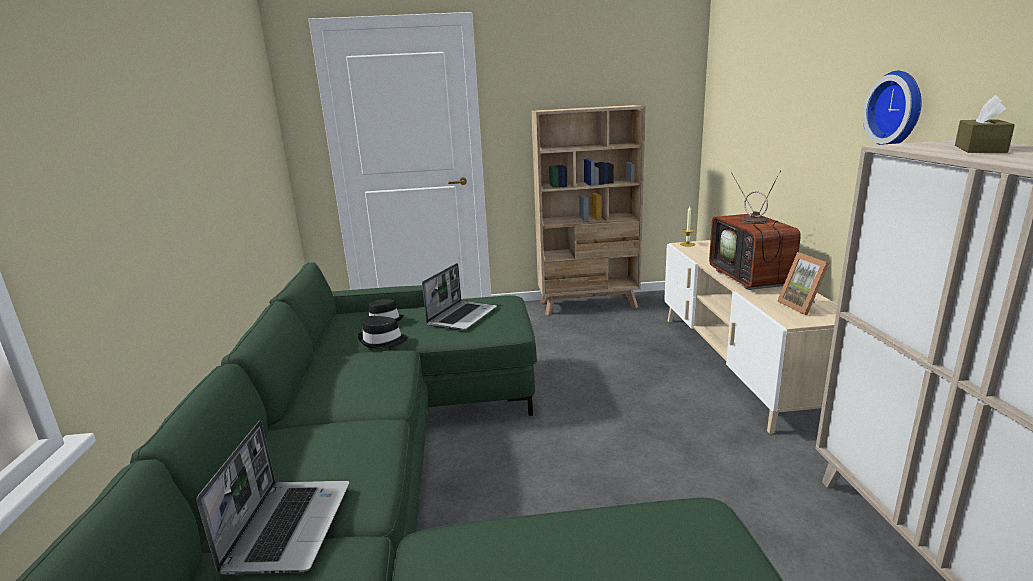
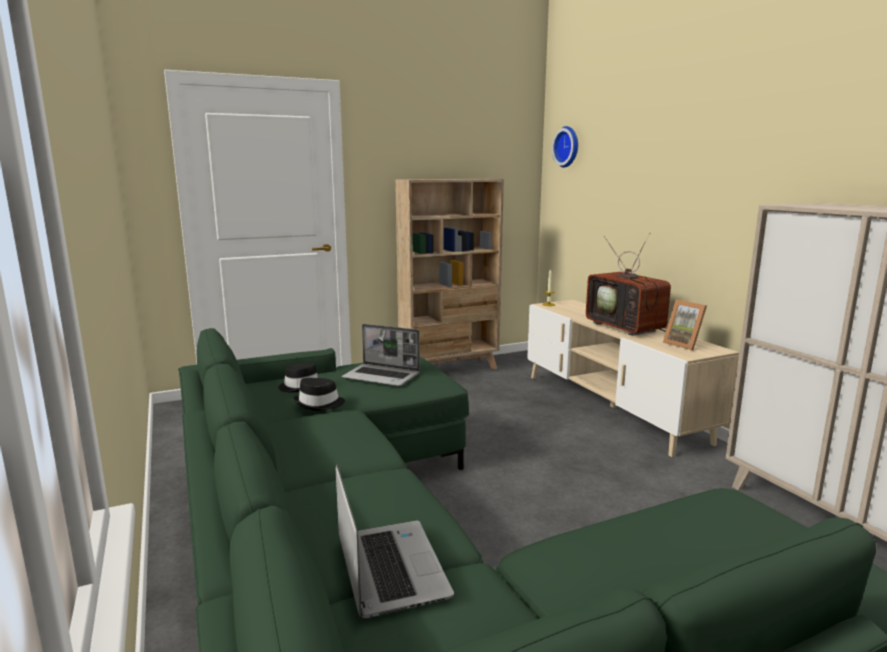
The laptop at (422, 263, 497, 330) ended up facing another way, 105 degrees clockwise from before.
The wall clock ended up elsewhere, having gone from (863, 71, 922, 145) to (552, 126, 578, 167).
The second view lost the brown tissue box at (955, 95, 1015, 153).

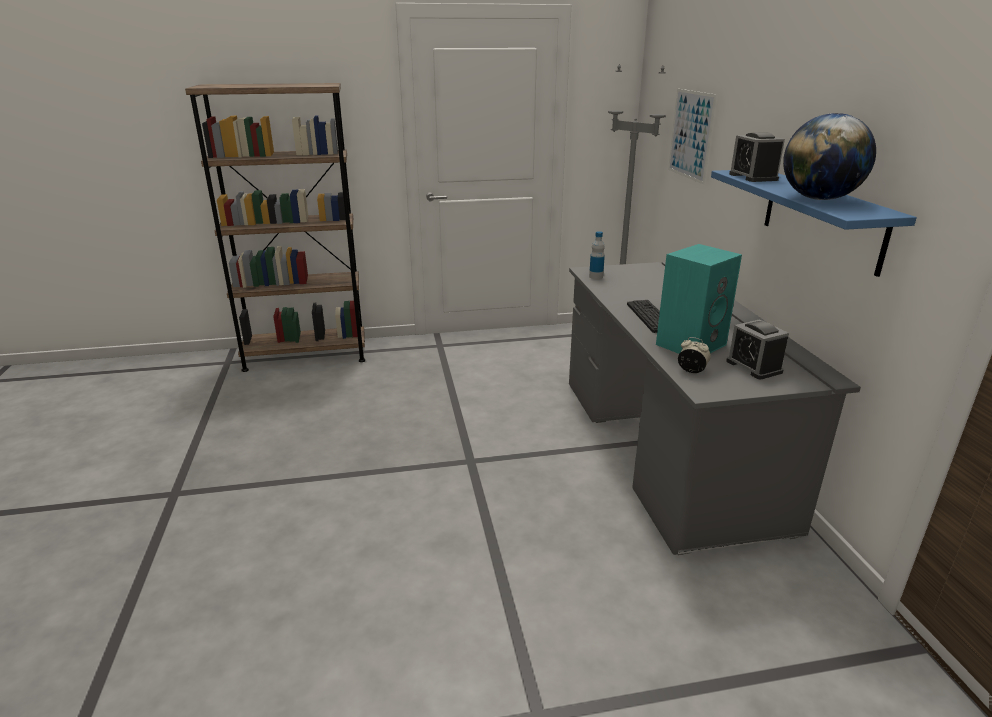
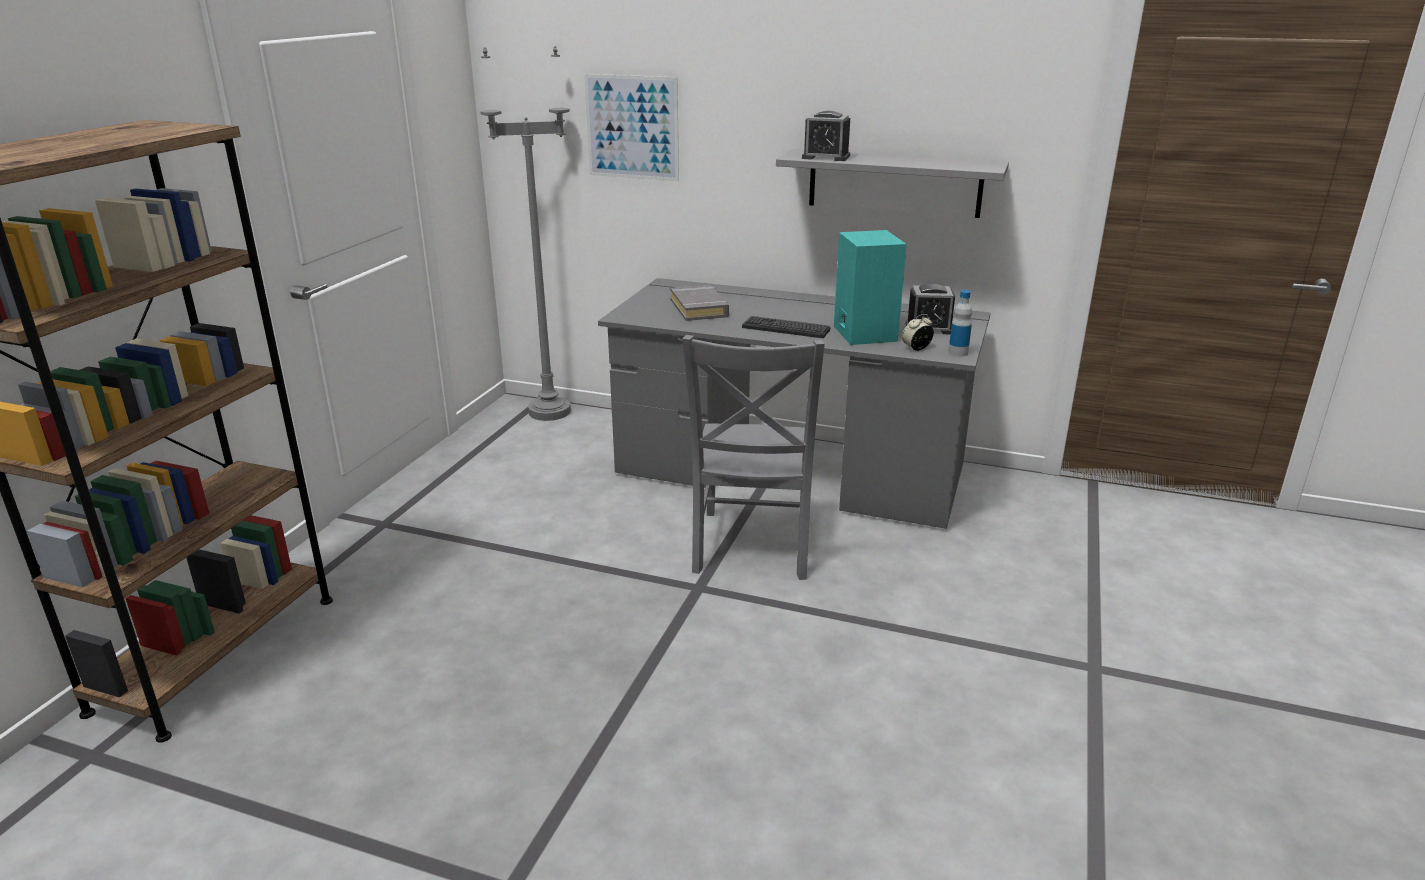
The second view gained the grey book at (670, 285, 729, 321).
The second view gained the grey chair at (682, 335, 825, 580).
What was the blue shelf at (711, 170, 917, 277) turned into the grey shelf at (776, 149, 1009, 218).
The bottle ended up elsewhere, having gone from (589, 231, 605, 279) to (948, 290, 972, 357).
The second view lost the globe at (783, 113, 876, 200).

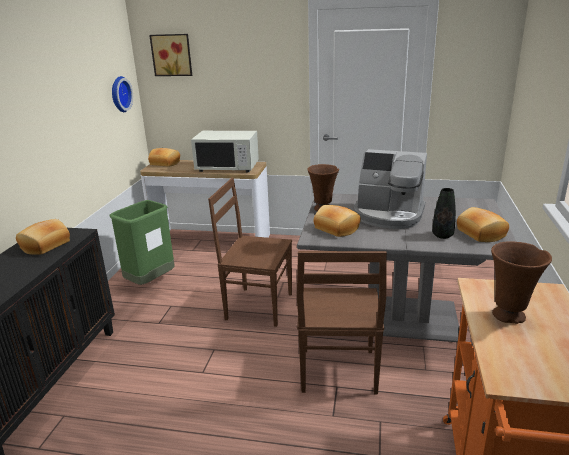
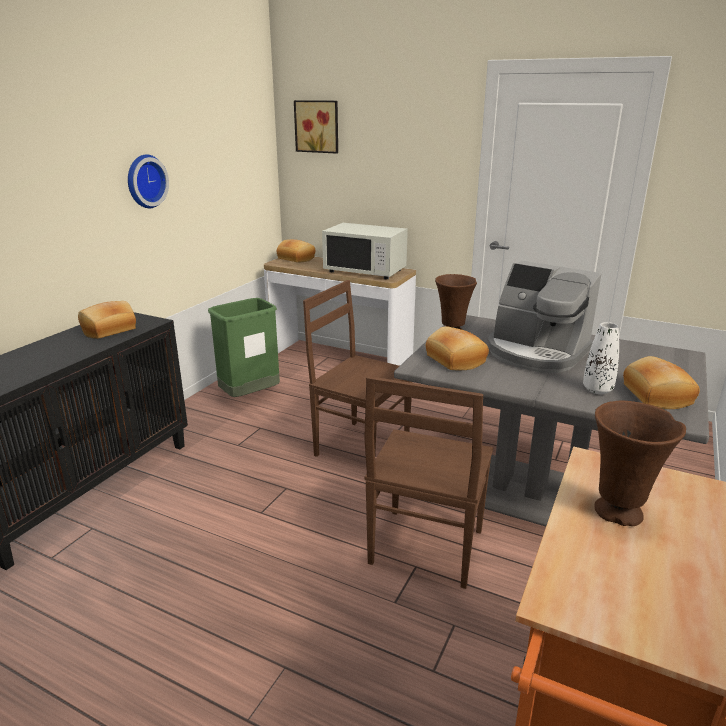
The wall clock ended up elsewhere, having gone from (112, 76, 133, 112) to (128, 155, 169, 208).
What was the black vase at (432, 188, 456, 239) turned into the white vase at (583, 322, 619, 394).

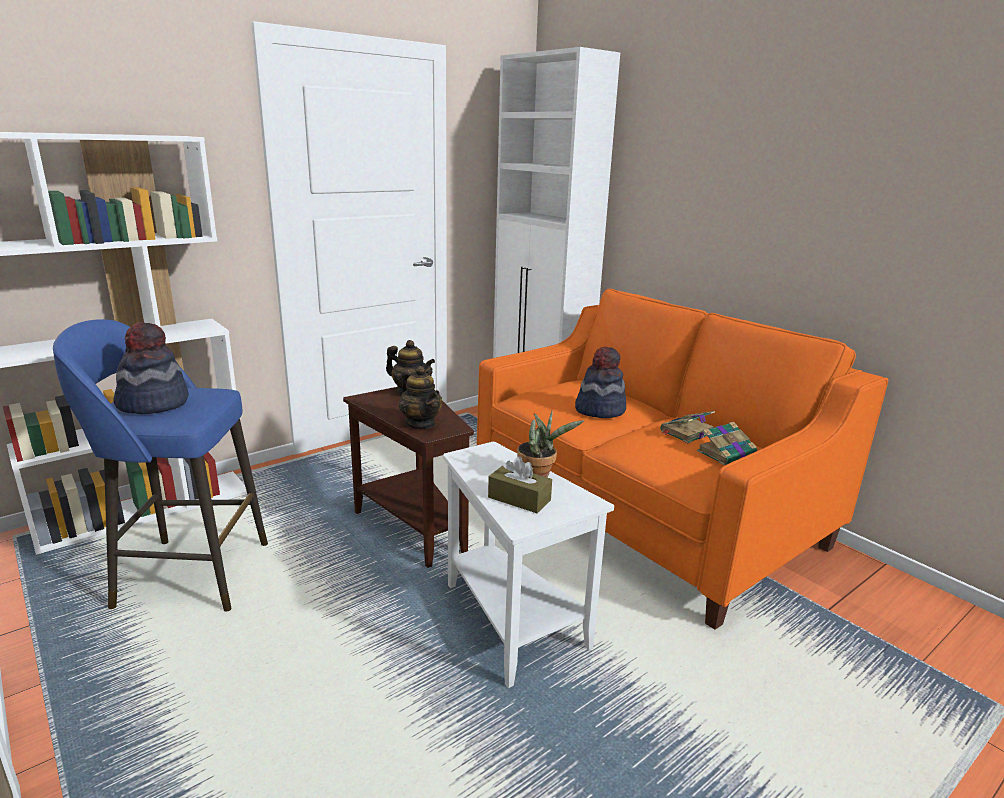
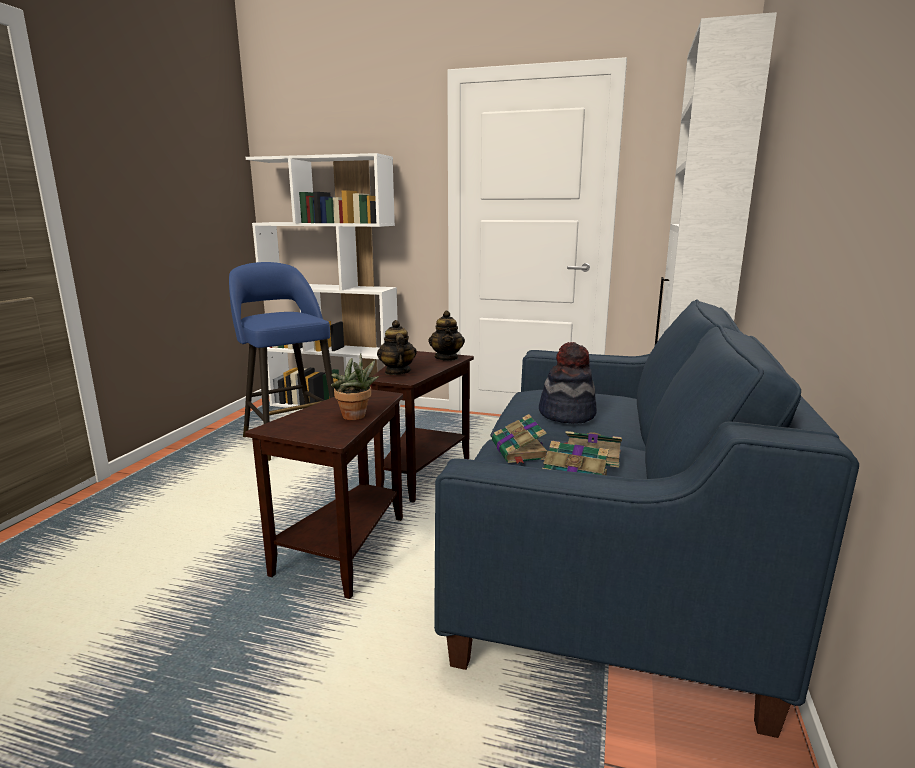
What was the white side table at (443, 442, 614, 688) turned into the brown side table at (245, 389, 403, 599).
The teapot at (399, 366, 442, 429) ended up facing another way, 150 degrees clockwise from before.
What was the orange sofa at (477, 289, 888, 630) turned into the blue sofa at (434, 300, 859, 738).
The second view gained the book at (492, 414, 547, 464).
The second view lost the hat at (114, 322, 189, 414).
The second view lost the brown tissue box at (488, 457, 552, 513).

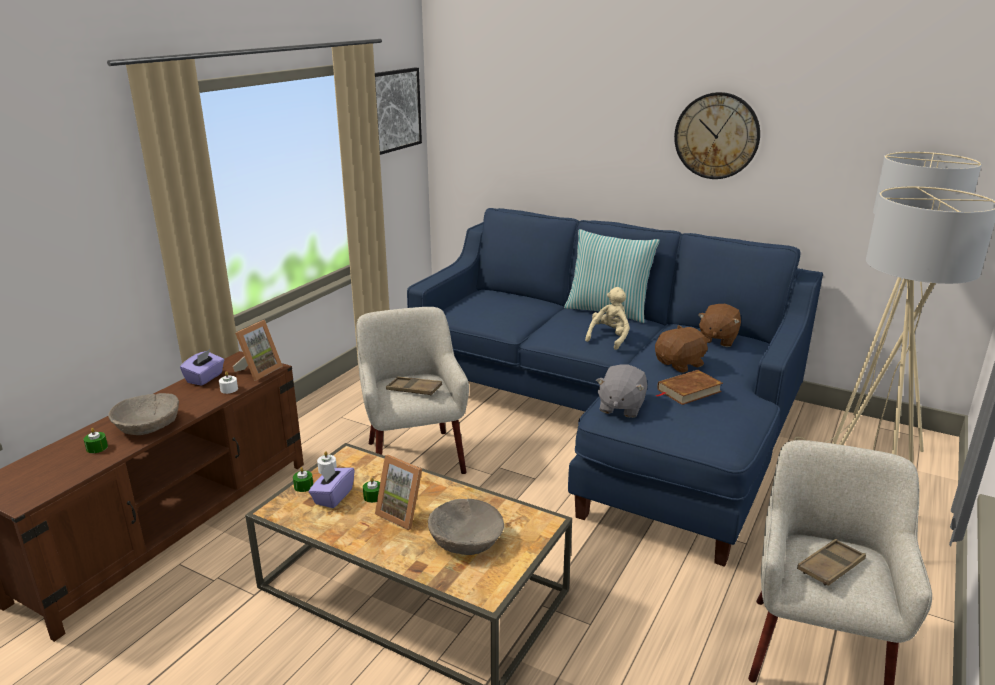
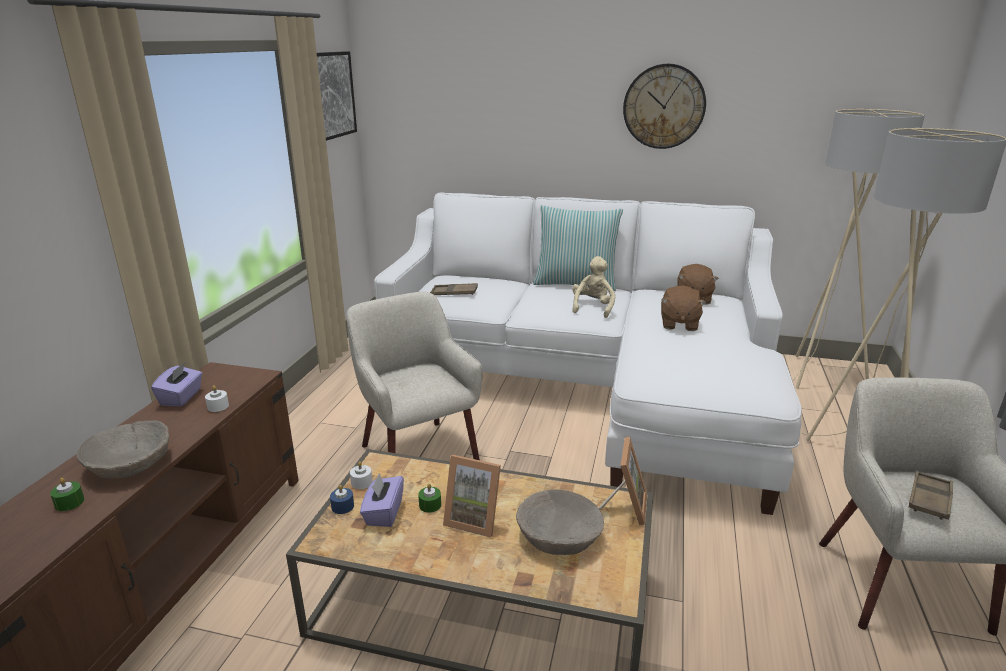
What was the green candle at (293, 467, 313, 492) turned into the blue candle at (330, 485, 354, 514).
What was the blue sofa at (407, 208, 823, 567) turned into the white sofa at (374, 193, 802, 515).
The brown tray ended up elsewhere, having gone from (386, 377, 442, 395) to (430, 283, 478, 295).
The picture frame ended up elsewhere, having gone from (233, 320, 283, 381) to (599, 437, 647, 525).
The brown plush toy at (655, 325, 710, 373) ended up facing another way, 150 degrees clockwise from before.
The second view lost the grey plush toy at (596, 364, 647, 418).
The second view lost the brown book at (655, 370, 723, 405).

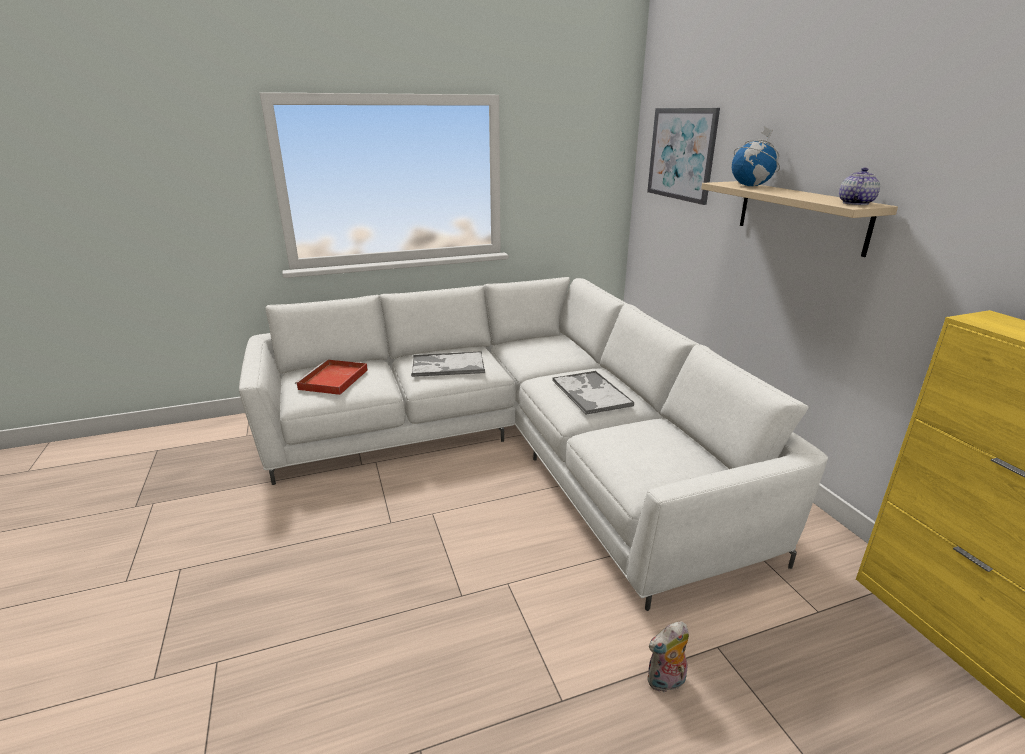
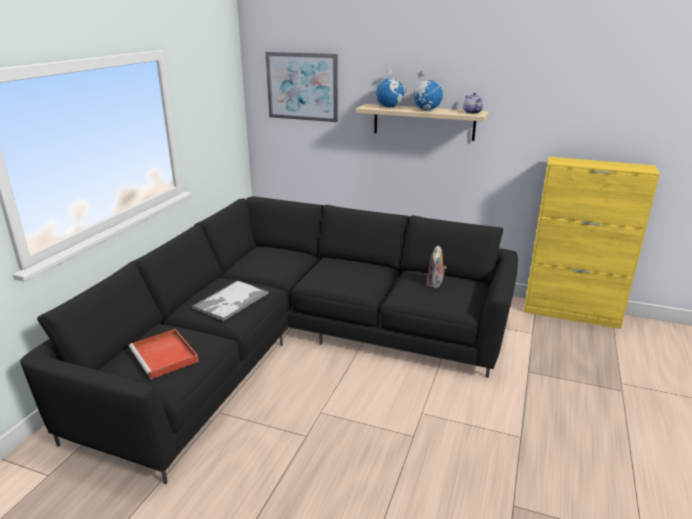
What was the white sofa at (239, 277, 828, 611) turned into the black sofa at (20, 197, 518, 484).
The second view gained the globe at (412, 71, 443, 110).
The plush toy ended up elsewhere, having gone from (647, 622, 689, 692) to (427, 245, 447, 288).
The second view lost the tray at (552, 371, 634, 415).

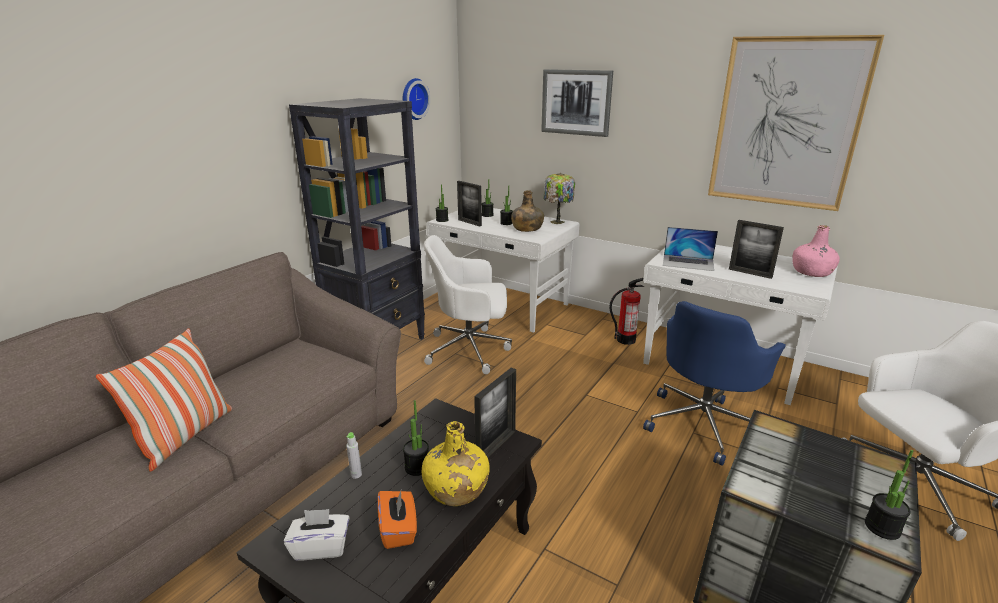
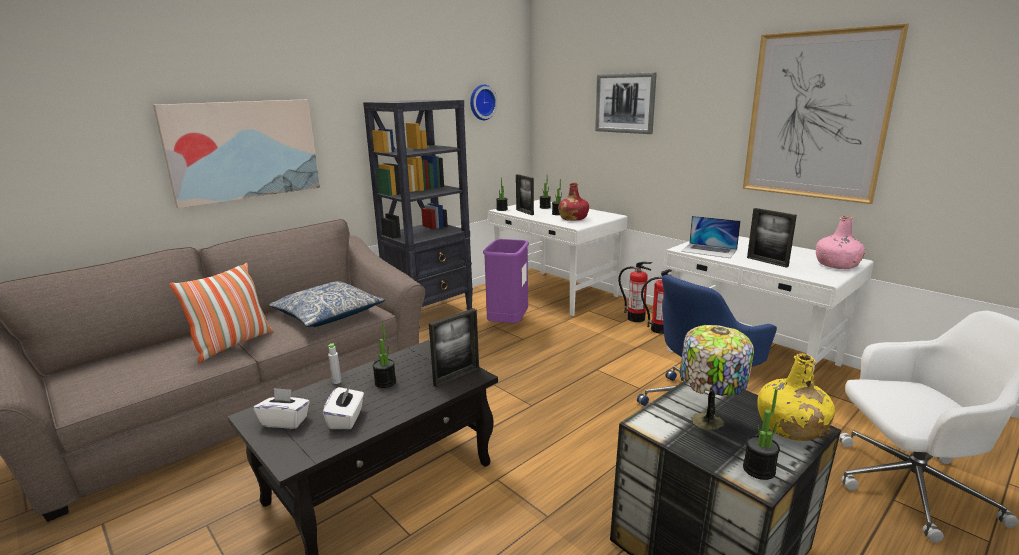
The second view gained the picture at (153, 99, 320, 208).
The second view gained the pillow at (269, 281, 385, 327).
What was the orange tissue box at (377, 491, 417, 549) turned into the white tissue box at (323, 384, 364, 429).
Where the white office chair stood at (424, 235, 512, 374), the purple trash can came to stand at (483, 239, 529, 323).
What was the green bottle at (511, 190, 544, 232) turned into the red bottle at (558, 183, 589, 221).
The second view gained the fire extinguisher at (618, 262, 653, 322).
The table lamp ended up elsewhere, having gone from (544, 173, 575, 224) to (680, 325, 754, 430).
The yellow bottle ended up elsewhere, having gone from (422, 421, 490, 506) to (758, 354, 835, 441).

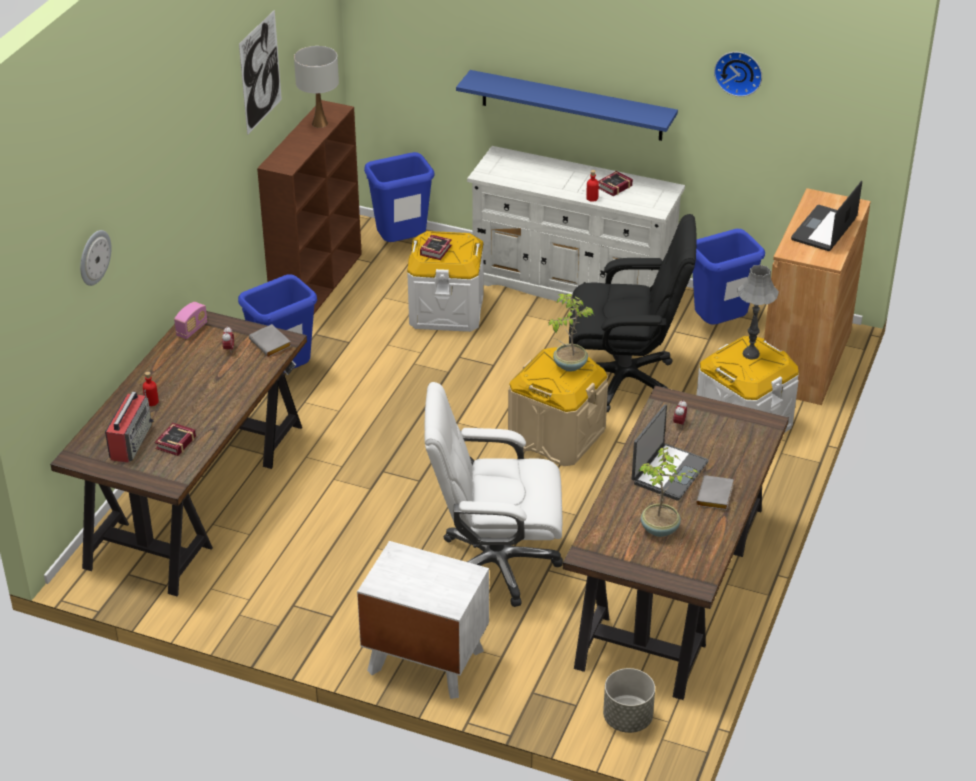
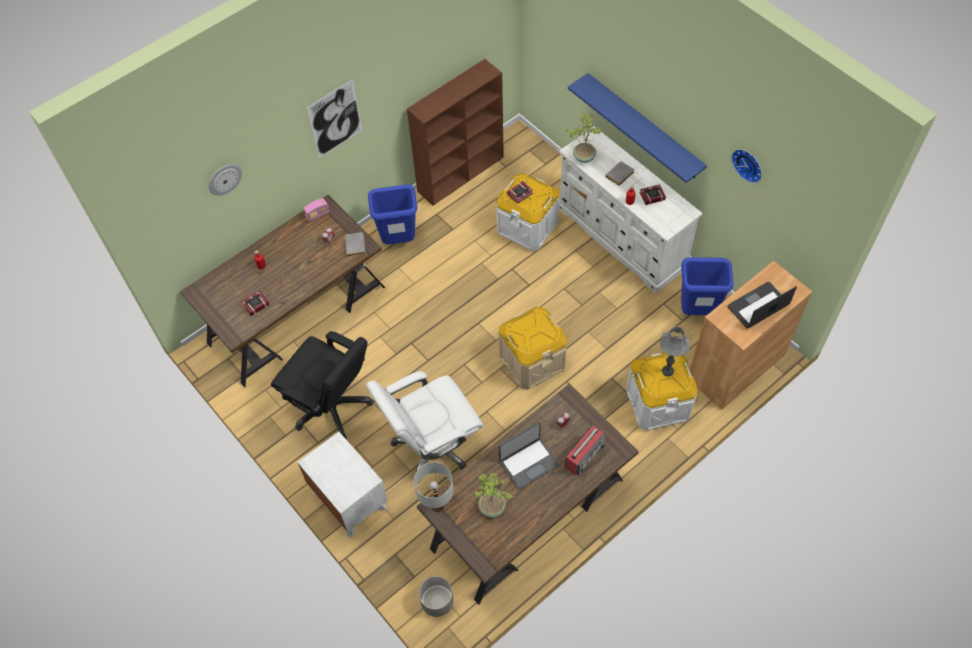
The black office chair ended up elsewhere, having gone from (569, 214, 697, 412) to (271, 331, 373, 439).
The picture ended up elsewhere, having gone from (239, 10, 282, 135) to (307, 79, 362, 158).
The white office chair at (424, 382, 563, 607) ended up facing another way, 60 degrees counterclockwise from before.
The white table lamp ended up elsewhere, having gone from (294, 46, 339, 128) to (414, 462, 454, 512).
The radio ended up elsewhere, having gone from (105, 389, 154, 463) to (565, 425, 605, 476).
The potted plant ended up elsewhere, having gone from (549, 294, 594, 372) to (567, 113, 602, 163).
The grey book ended up elsewhere, having gone from (696, 475, 734, 510) to (605, 161, 635, 186).
The second view lost the blue trash can at (364, 152, 435, 242).

